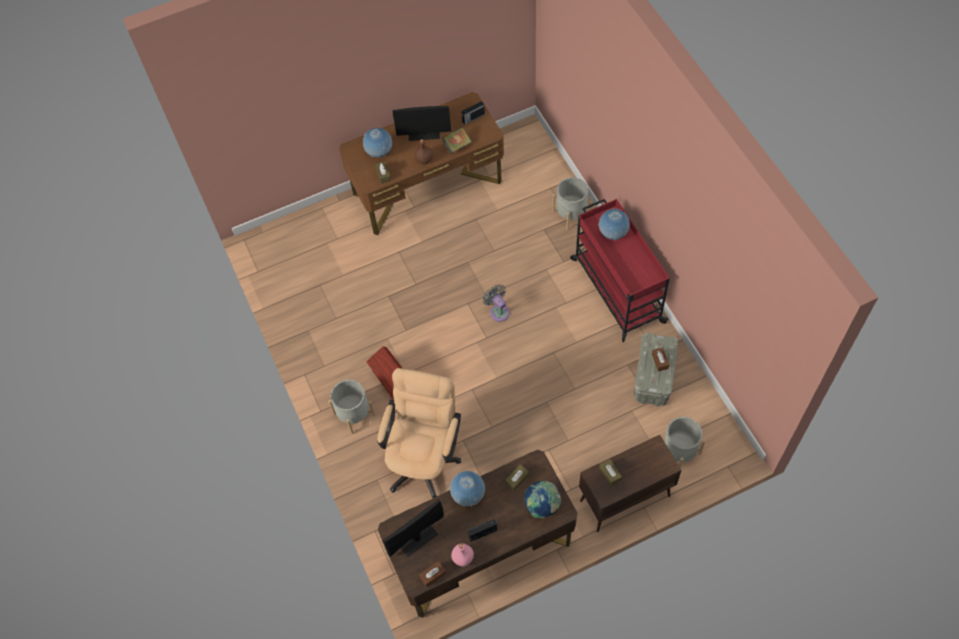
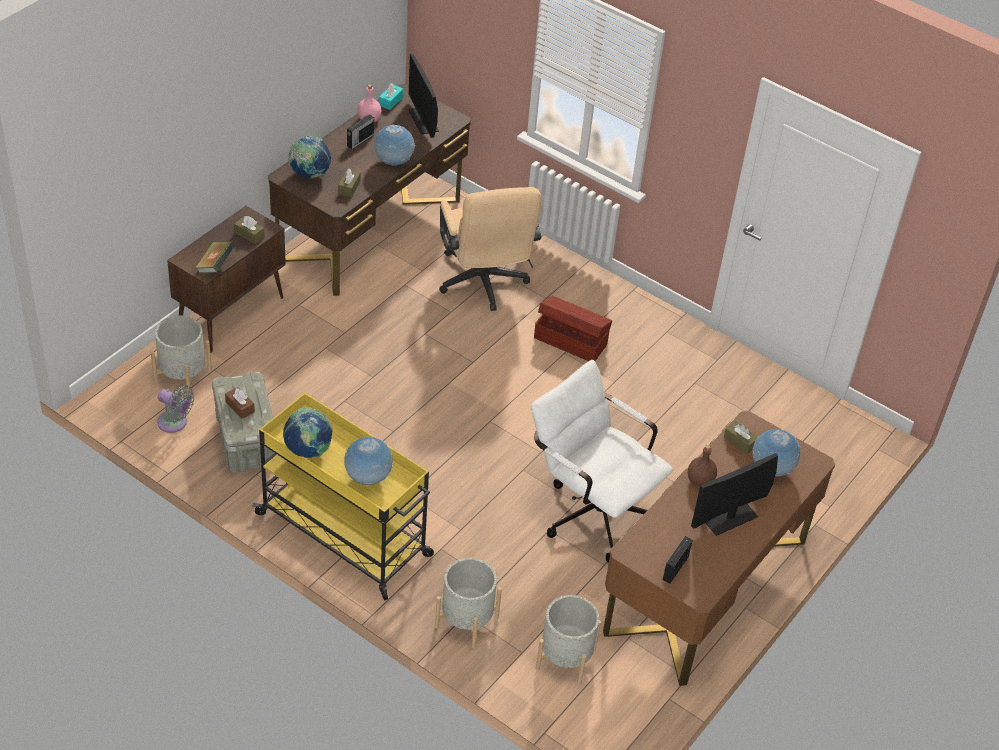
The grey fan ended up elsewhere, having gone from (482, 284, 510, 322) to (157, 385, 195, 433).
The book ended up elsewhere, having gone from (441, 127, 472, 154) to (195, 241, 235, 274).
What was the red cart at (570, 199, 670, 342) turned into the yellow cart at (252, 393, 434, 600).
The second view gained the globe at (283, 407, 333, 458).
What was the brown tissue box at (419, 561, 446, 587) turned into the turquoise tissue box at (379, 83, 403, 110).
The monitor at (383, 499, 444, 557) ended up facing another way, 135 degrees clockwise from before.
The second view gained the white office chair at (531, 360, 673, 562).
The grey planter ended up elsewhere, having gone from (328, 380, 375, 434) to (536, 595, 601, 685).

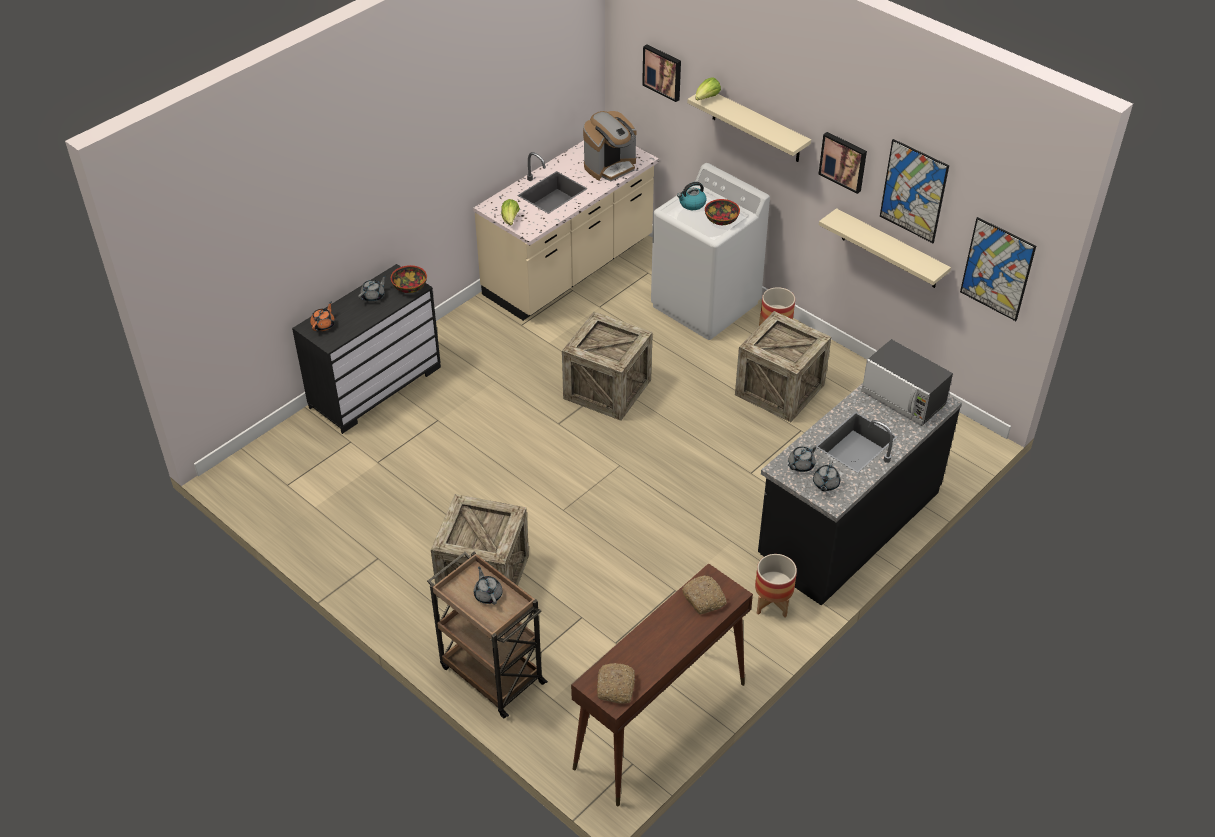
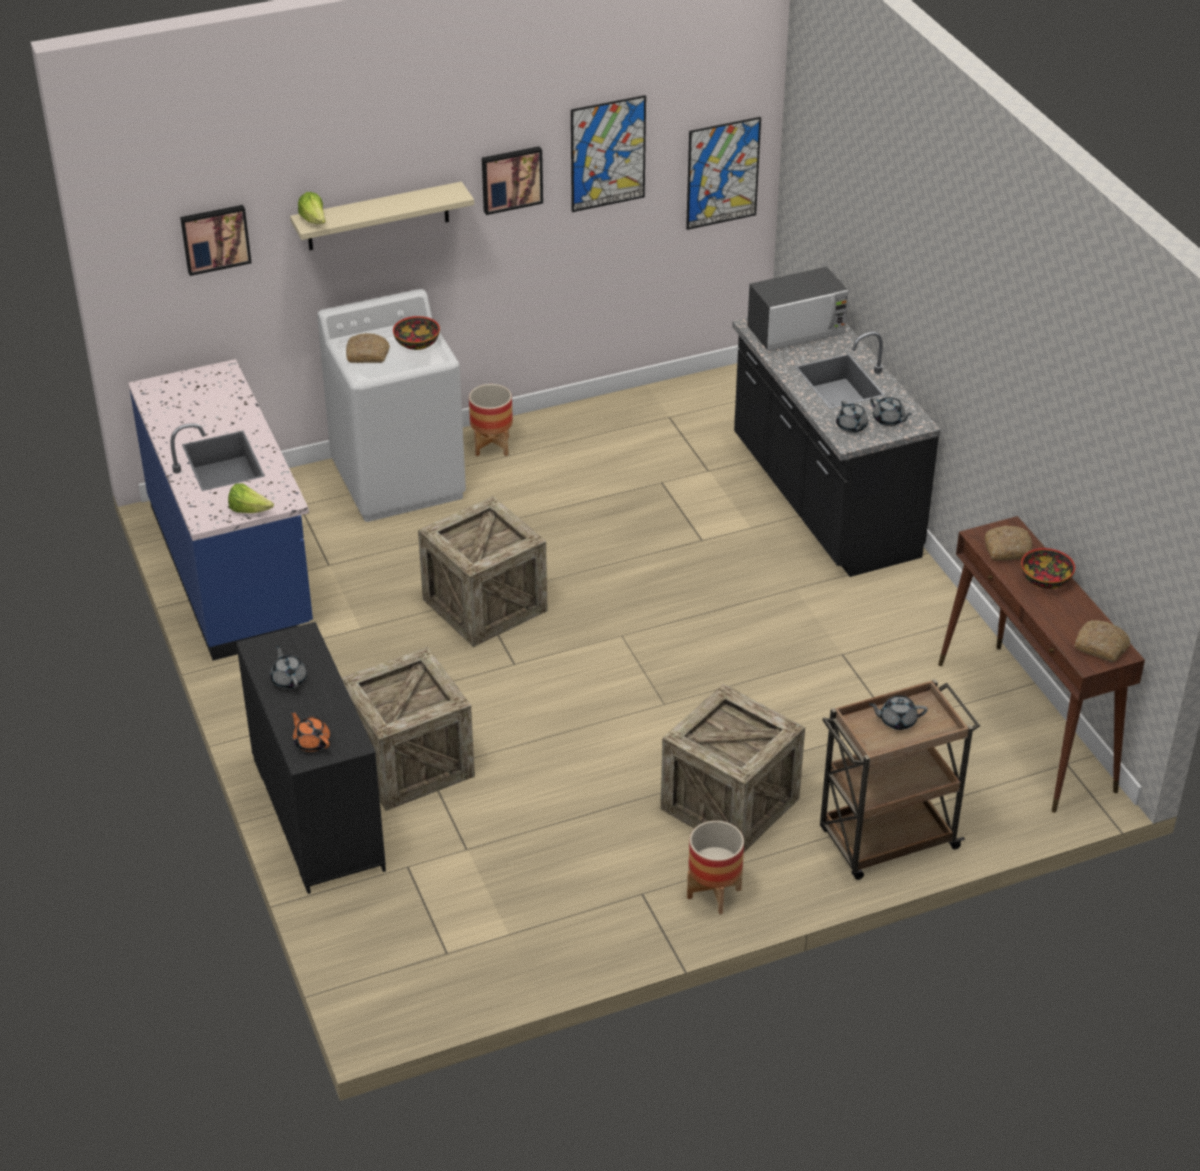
What was the beige counter at (473, 140, 659, 321) turned into the blue counter at (128, 359, 313, 661).
The crate ended up elsewhere, having gone from (735, 311, 831, 422) to (342, 647, 475, 811).
Where the kettle stood at (677, 182, 707, 210), the bread came to stand at (346, 333, 390, 363).
The planter ended up elsewhere, having gone from (755, 554, 797, 617) to (687, 821, 744, 914).
The bowl ended up elsewhere, having gone from (391, 265, 427, 293) to (1021, 548, 1075, 589).
The second view lost the coffee machine at (583, 111, 636, 181).
The second view lost the beige shelf at (819, 208, 951, 288).

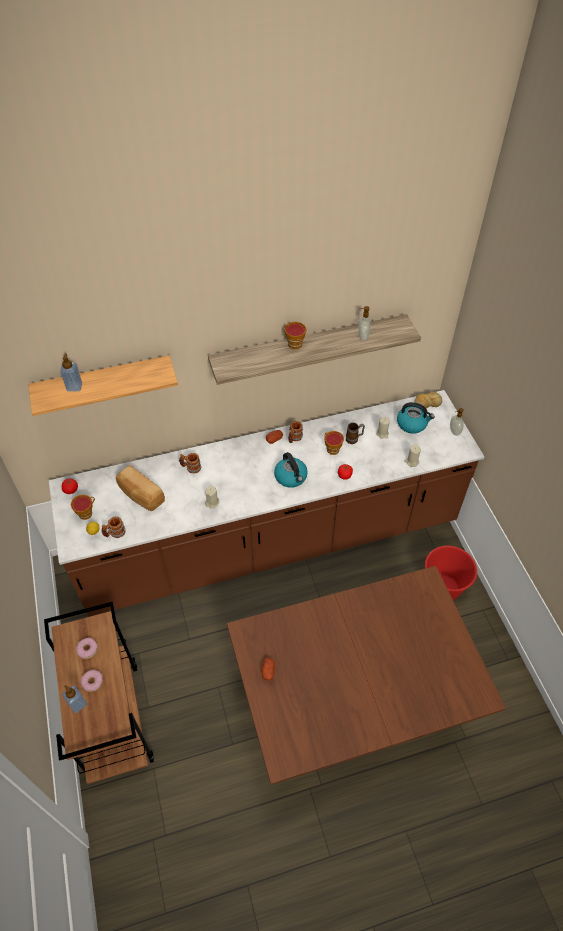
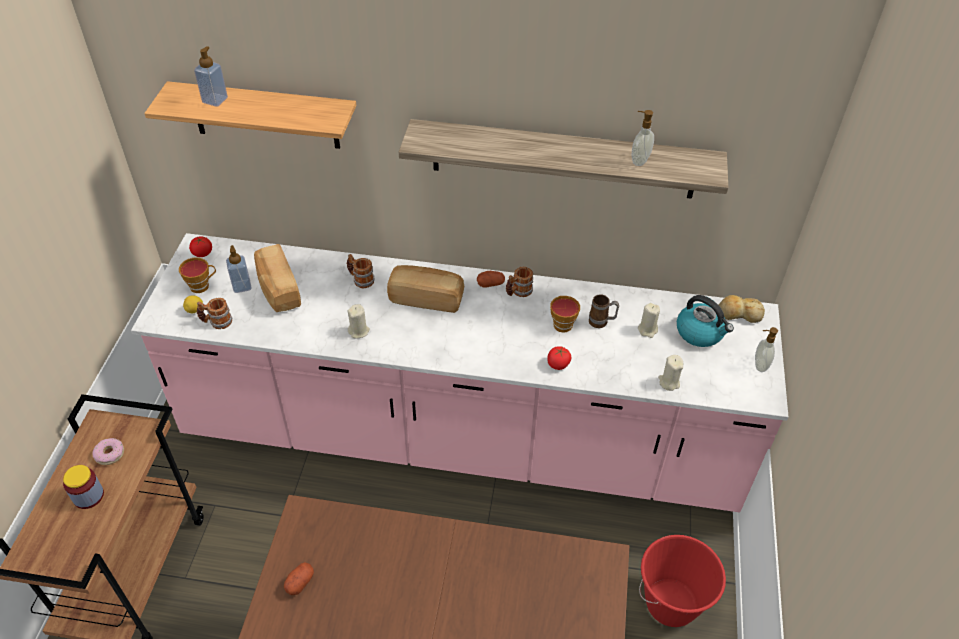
Where the donut stood at (81, 670, 103, 692), the jar came to stand at (63, 465, 104, 509).
What was the brown counter at (49, 390, 484, 617) turned into the pink counter at (131, 233, 788, 513).
The soap dispenser ended up elsewhere, having gone from (62, 685, 87, 713) to (226, 245, 251, 293).
The second view gained the bread at (387, 265, 464, 313).
The second view lost the kettle at (274, 452, 308, 488).
The second view lost the cup at (284, 322, 306, 349).

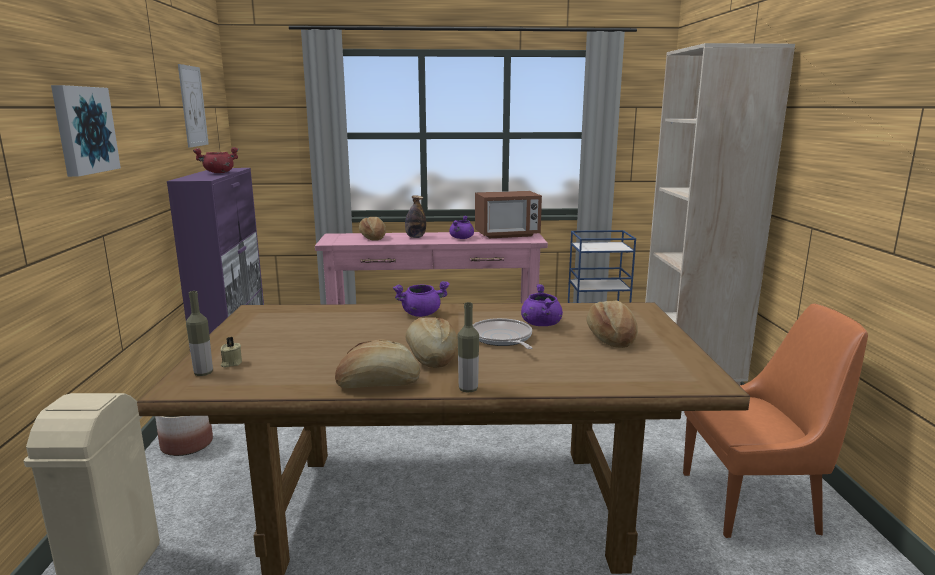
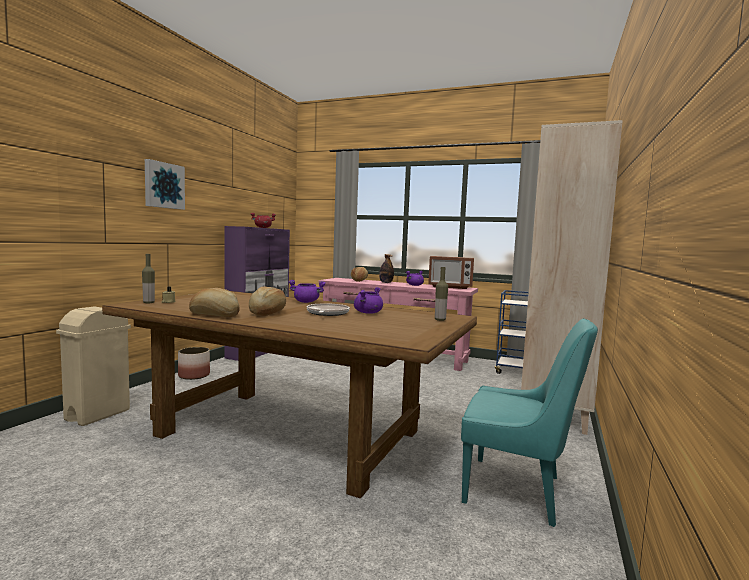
The bottle ended up elsewhere, having gone from (458, 302, 479, 392) to (435, 267, 448, 321).
What was the orange chair at (683, 303, 868, 538) turned into the turquoise chair at (461, 318, 598, 527).
The second view lost the picture at (178, 64, 209, 148).
The second view lost the bread at (586, 301, 638, 348).

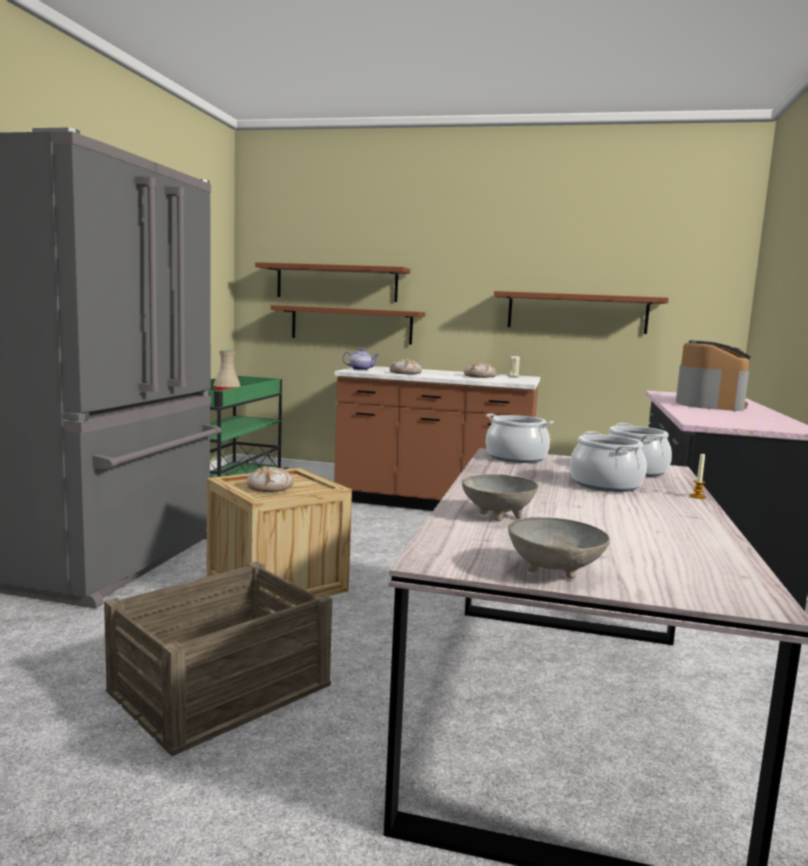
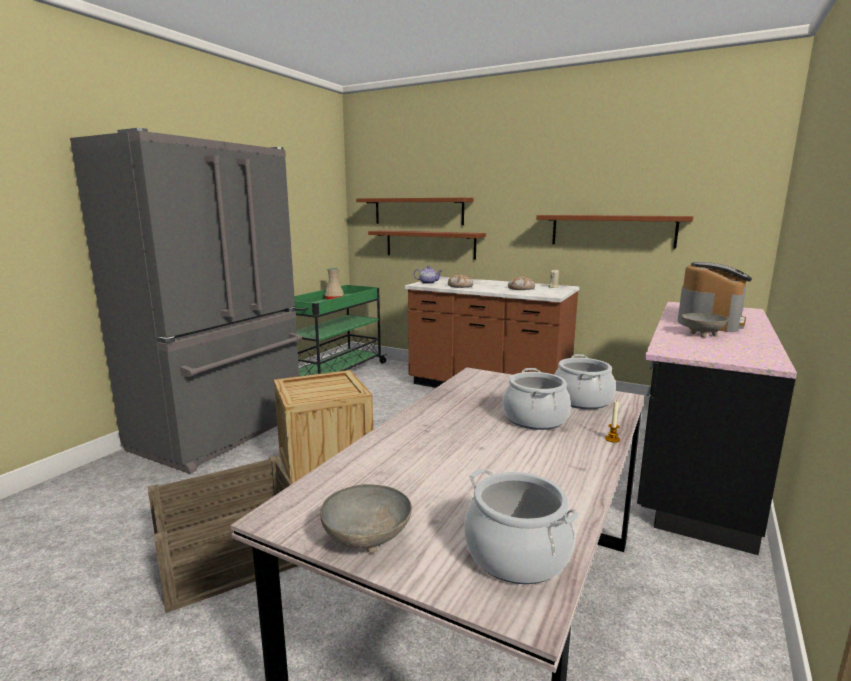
The cooking pot ended up elsewhere, having gone from (486, 414, 554, 463) to (464, 469, 579, 584).
The grey bowl ended up elsewhere, having gone from (462, 474, 539, 521) to (681, 313, 728, 337).
The second view lost the bread at (247, 466, 293, 492).

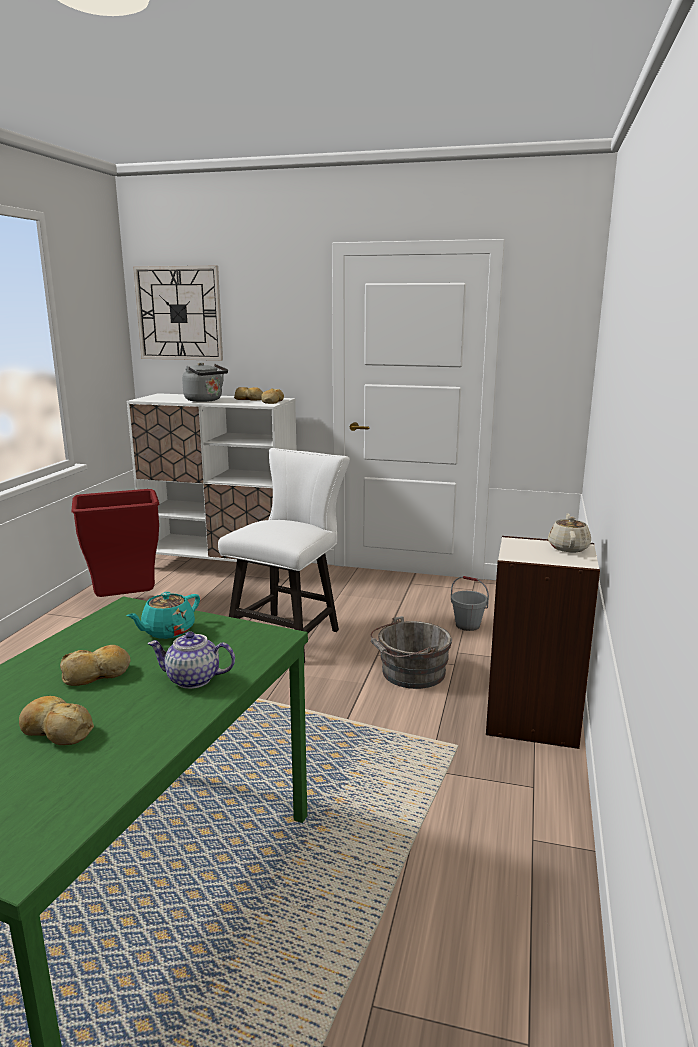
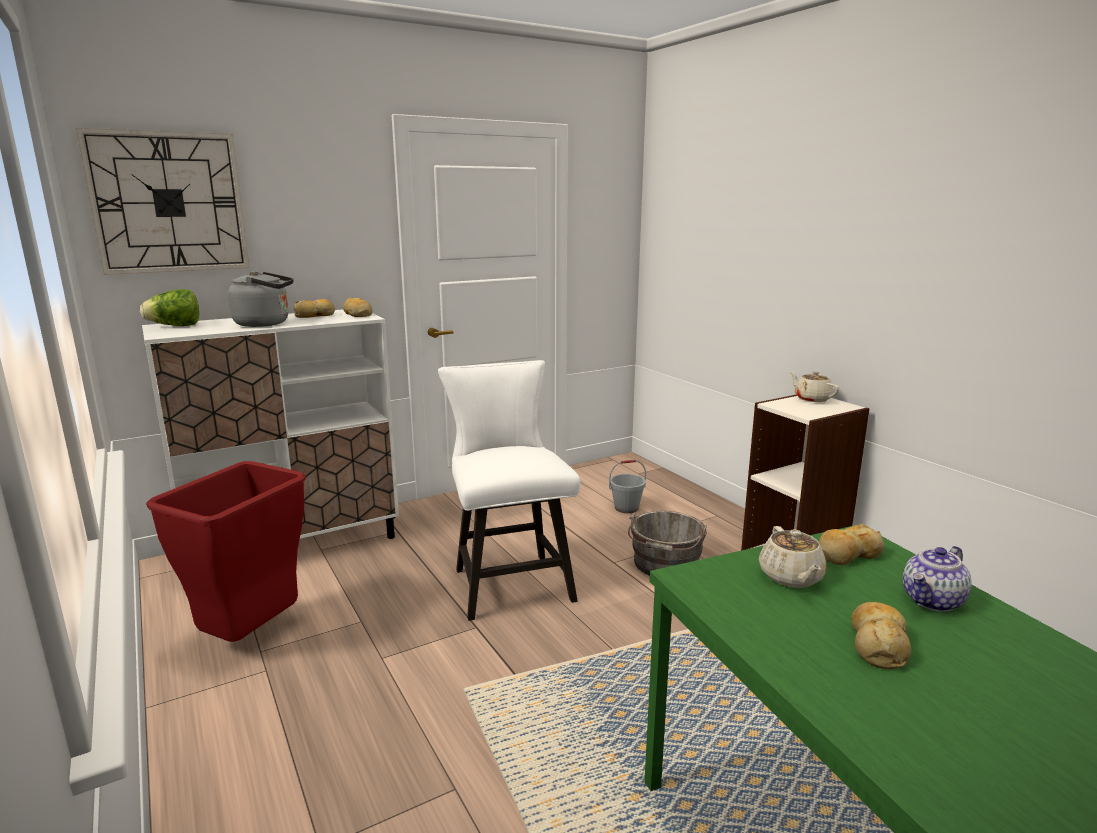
The second view gained the lettuce at (140, 289, 199, 326).
What was the turquoise teapot at (126, 592, 200, 639) turned into the beige teapot at (759, 526, 827, 588).
The bread ended up elsewhere, having gone from (19, 696, 94, 745) to (819, 524, 884, 565).

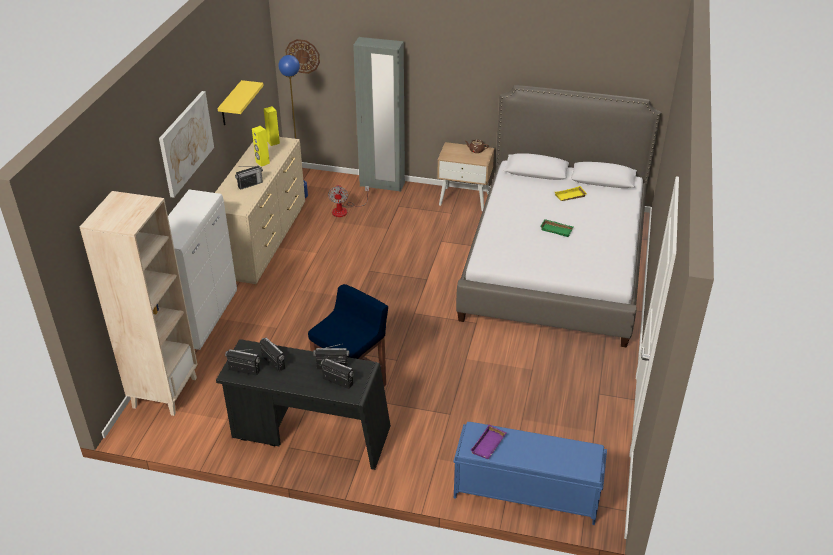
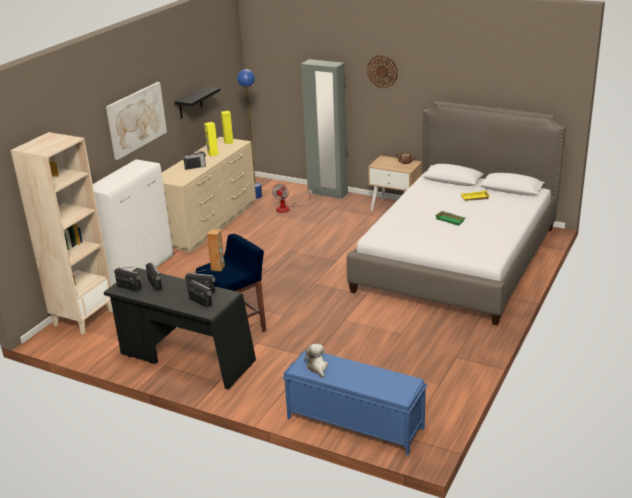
What was the yellow shelf at (217, 80, 264, 125) turned into the black shelf at (174, 86, 220, 118).
The second view gained the brown speaker at (207, 229, 225, 271).
Where the purple tray stood at (470, 425, 506, 459), the plush toy came to stand at (304, 344, 328, 378).
The wall clock ended up elsewhere, having gone from (285, 39, 320, 74) to (367, 55, 397, 88).

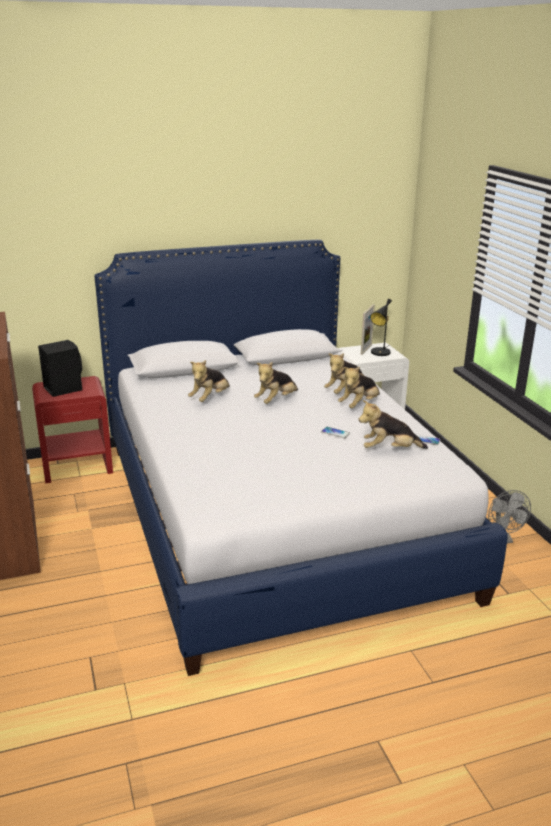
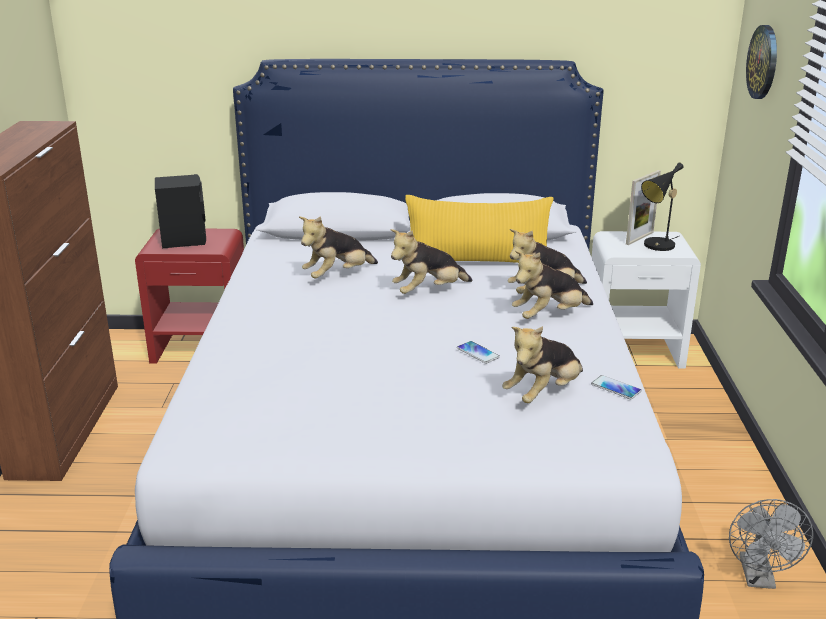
The second view gained the yellow pillow at (405, 195, 553, 263).
The plush toy at (359, 400, 428, 449) ended up facing another way, 60 degrees counterclockwise from before.
The second view gained the wall clock at (746, 25, 777, 99).

